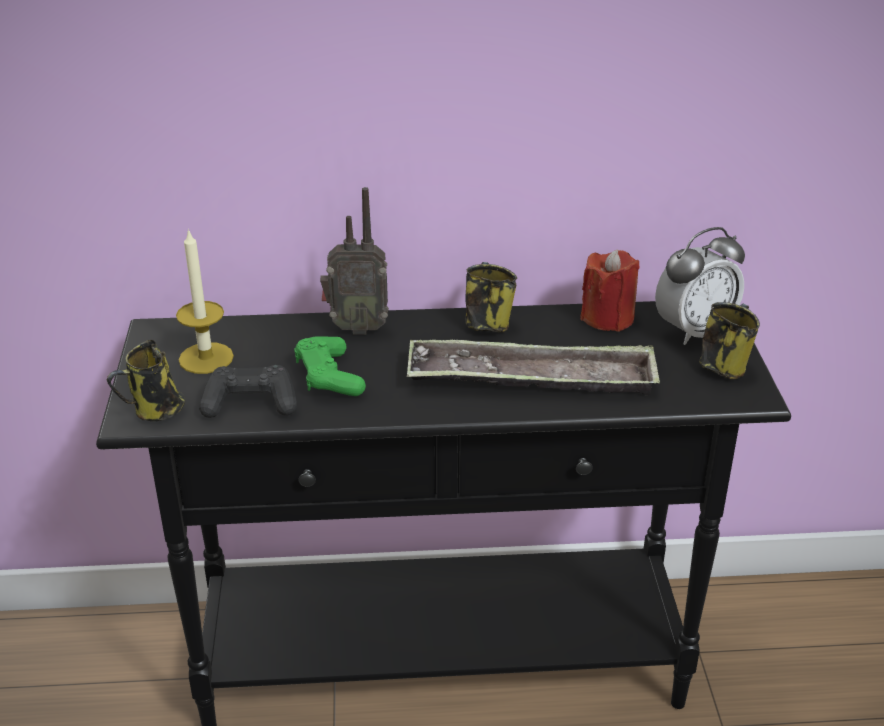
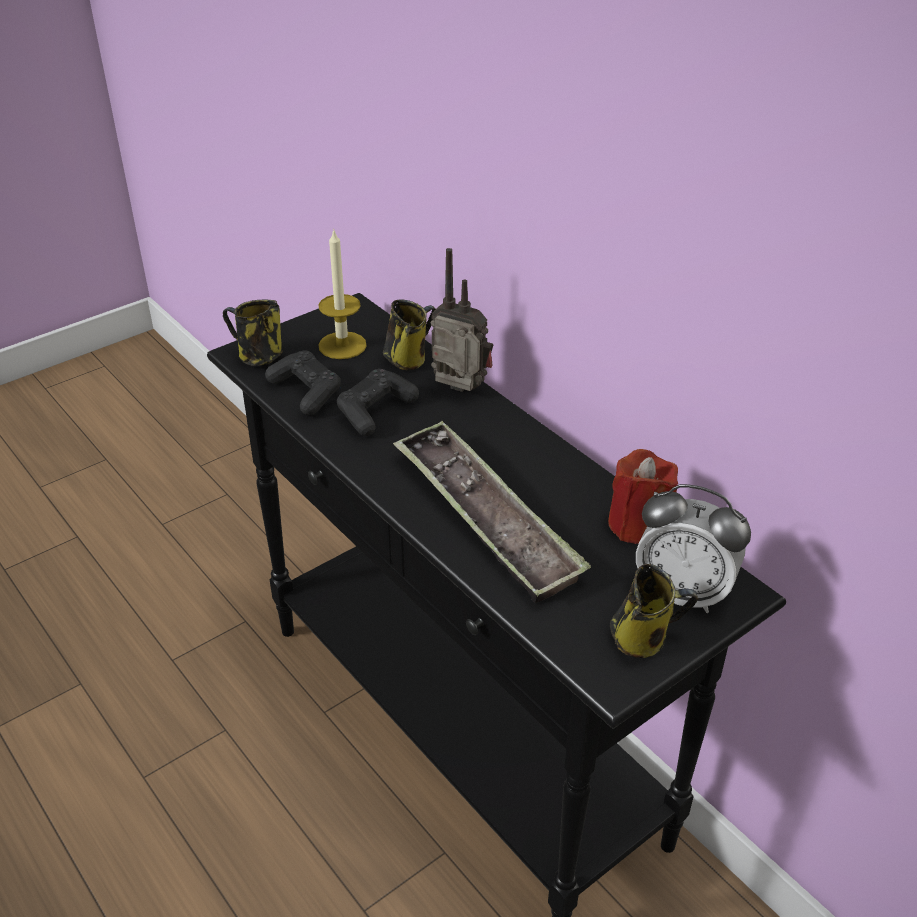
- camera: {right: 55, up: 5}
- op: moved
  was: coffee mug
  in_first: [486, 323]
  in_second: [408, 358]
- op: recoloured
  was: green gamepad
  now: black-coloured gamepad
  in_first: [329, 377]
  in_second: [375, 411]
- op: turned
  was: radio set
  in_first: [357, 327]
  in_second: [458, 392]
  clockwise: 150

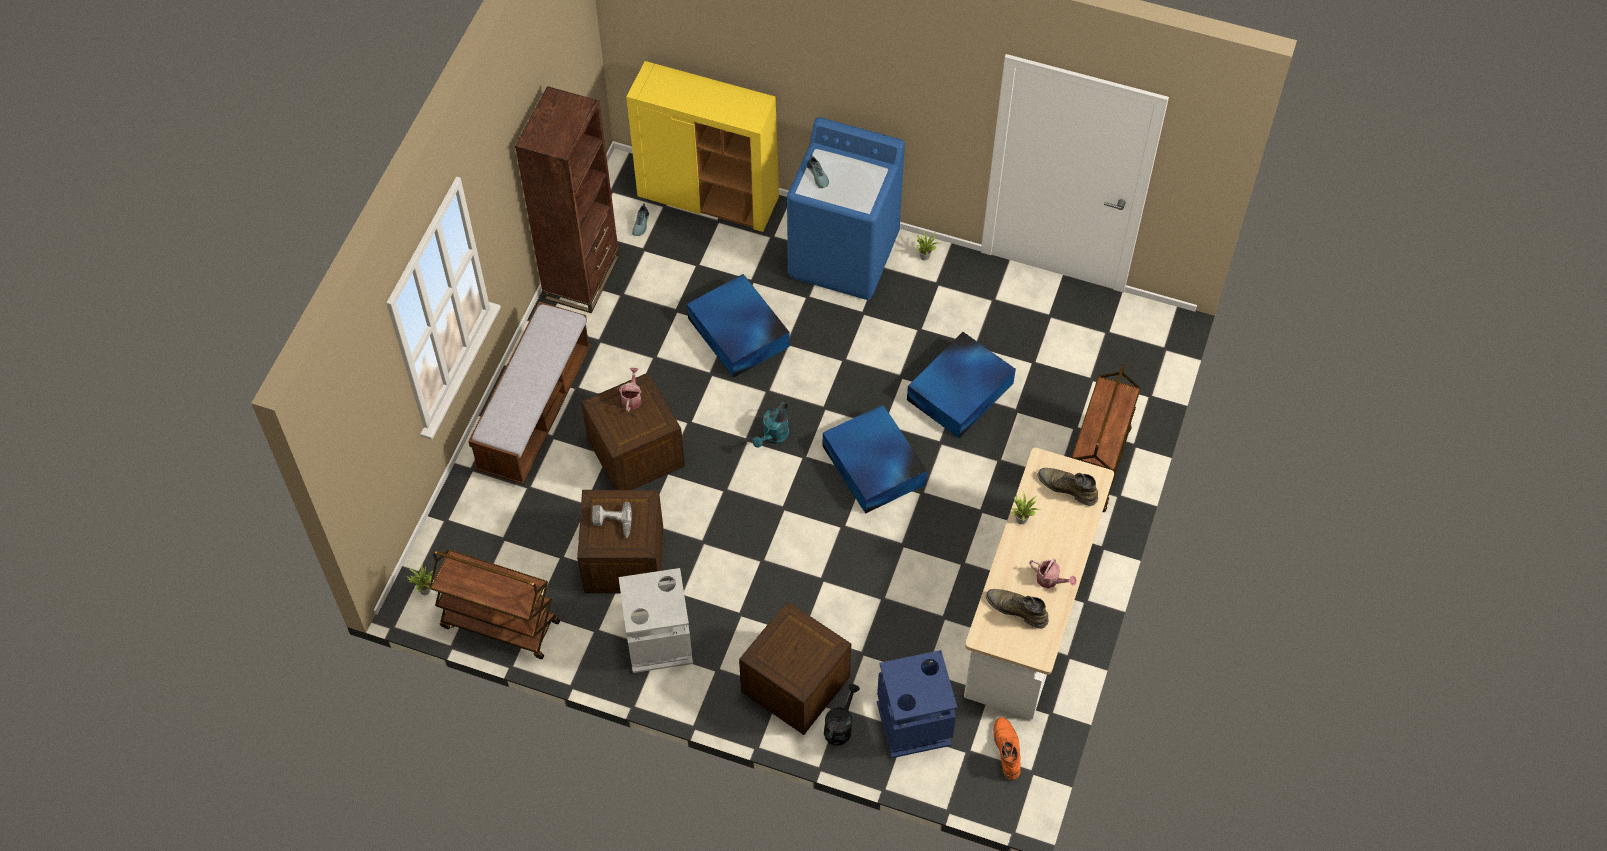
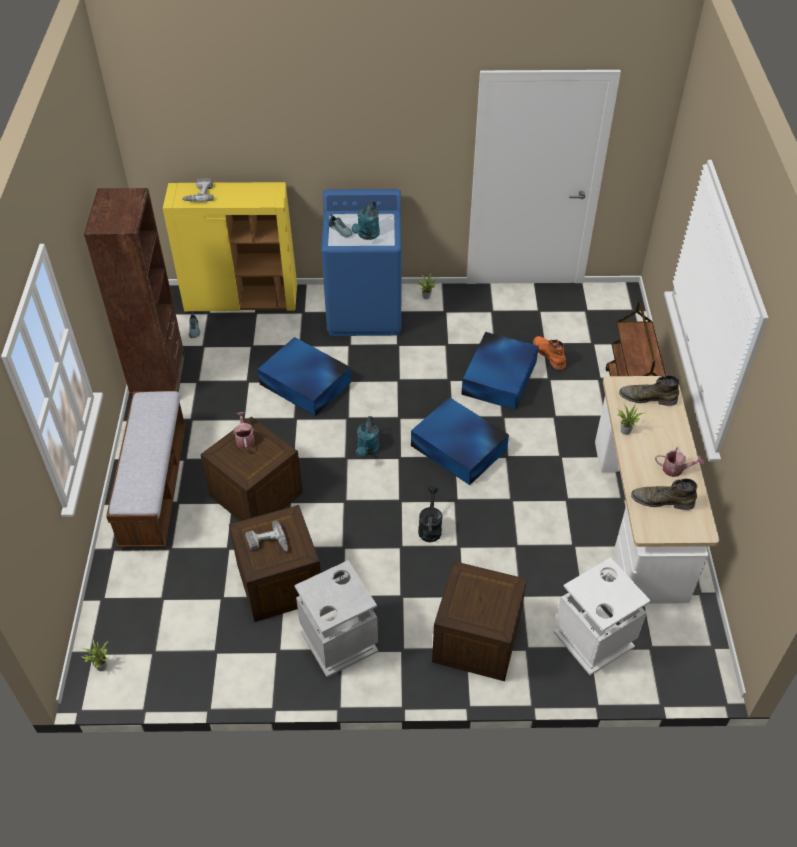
- camera: {right: -20, up: -10}
- op: removed
  was: brown-coloured wheeled cart
  in_first: [499, 624]
- op: added
  now: electric drill
  in_second: [199, 194]
- op: added
  now: blue-green watering pot
  in_second: [367, 235]
- op: moved
  was: black-coloured watering pot
  in_first: [840, 726]
  in_second: [430, 527]
- op: moved
  was: orangey boot
  in_first: [1007, 749]
  in_second: [549, 355]
- op: recoloured
  was: bluish rubbish bin
  now: whitish rubbish bin
  in_first: [913, 724]
  in_second: [593, 640]

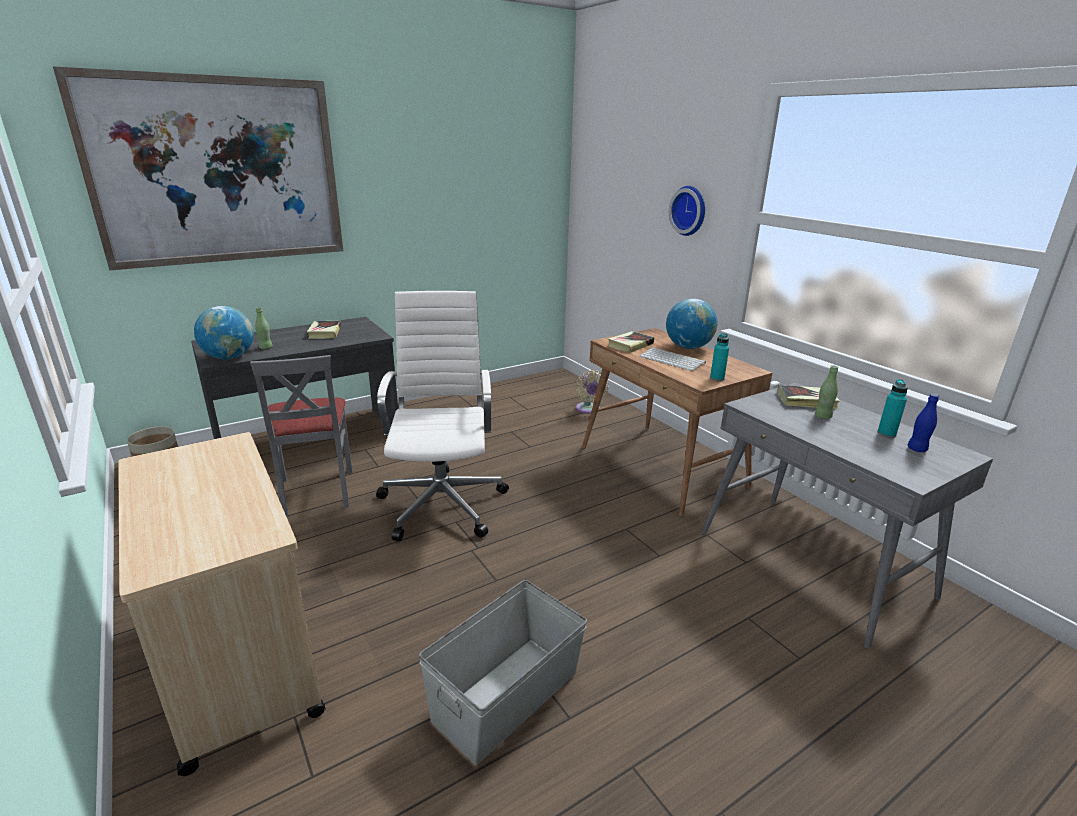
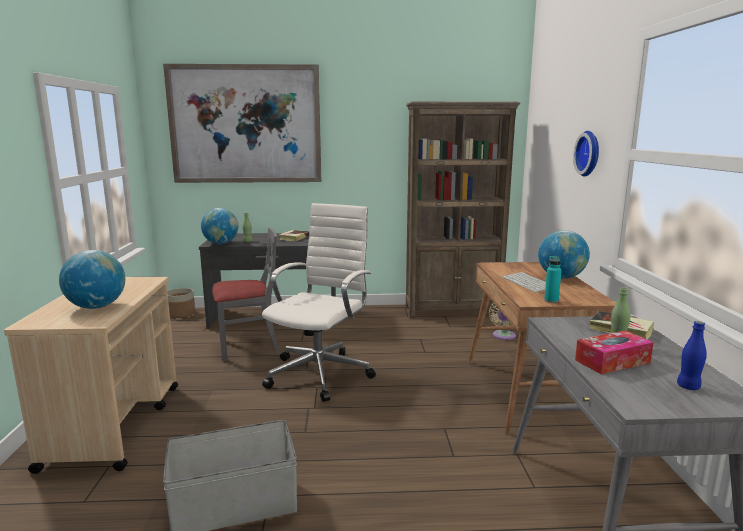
- camera: {right: 30, up: -10}
- op: removed
  was: bound book
  in_first: [630, 345]
- op: removed
  was: blue-green beverage bottle
  in_first: [886, 434]
- op: added
  now: desk globe
  in_second: [96, 307]
- op: added
  now: brown-coloured bookcase
  in_second: [453, 311]
- op: added
  now: box of tissues
  in_second: [612, 361]
- op: turned
  was: grey upright chair
  in_first: [316, 492]
  in_second: [248, 347]
  clockwise: -120

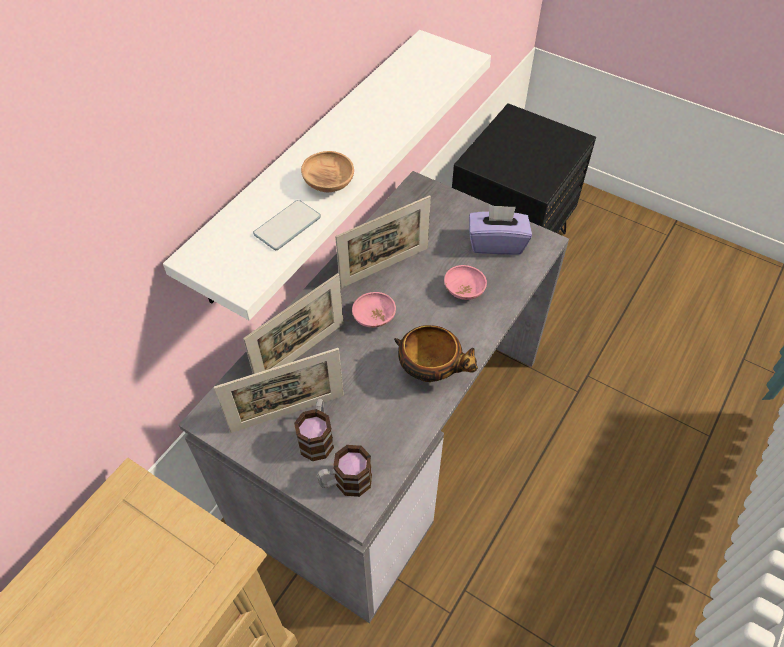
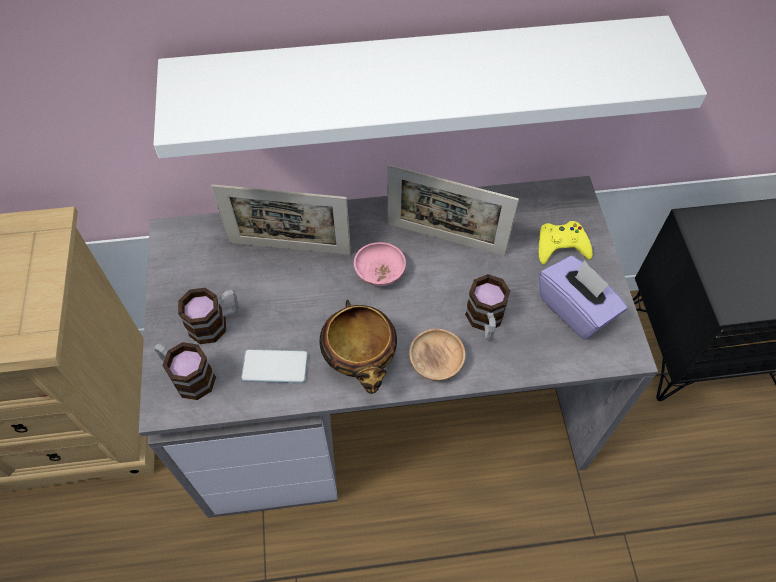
- camera: {right: 50, up: 5}
- op: removed
  was: standing frame
  in_first: [287, 413]
- op: added
  now: yellow-coloured gamepad
  in_second: [561, 246]
- op: moved
  was: phone
  in_first: [287, 226]
  in_second: [275, 367]
- op: moved
  was: brown-coloured bowl
  in_first: [329, 183]
  in_second: [436, 362]
- op: replaced
  was: pink bowl
  now: coffee mug
  in_first: [464, 290]
  in_second: [485, 322]

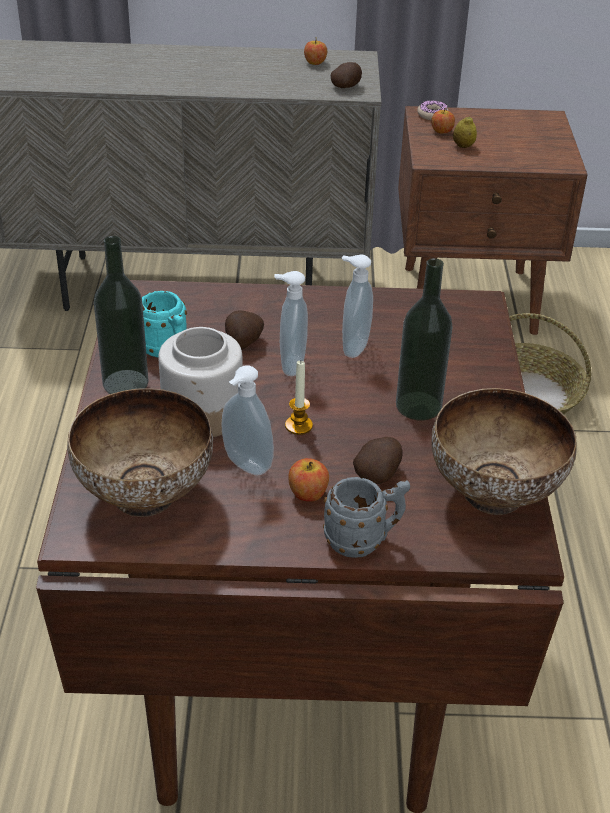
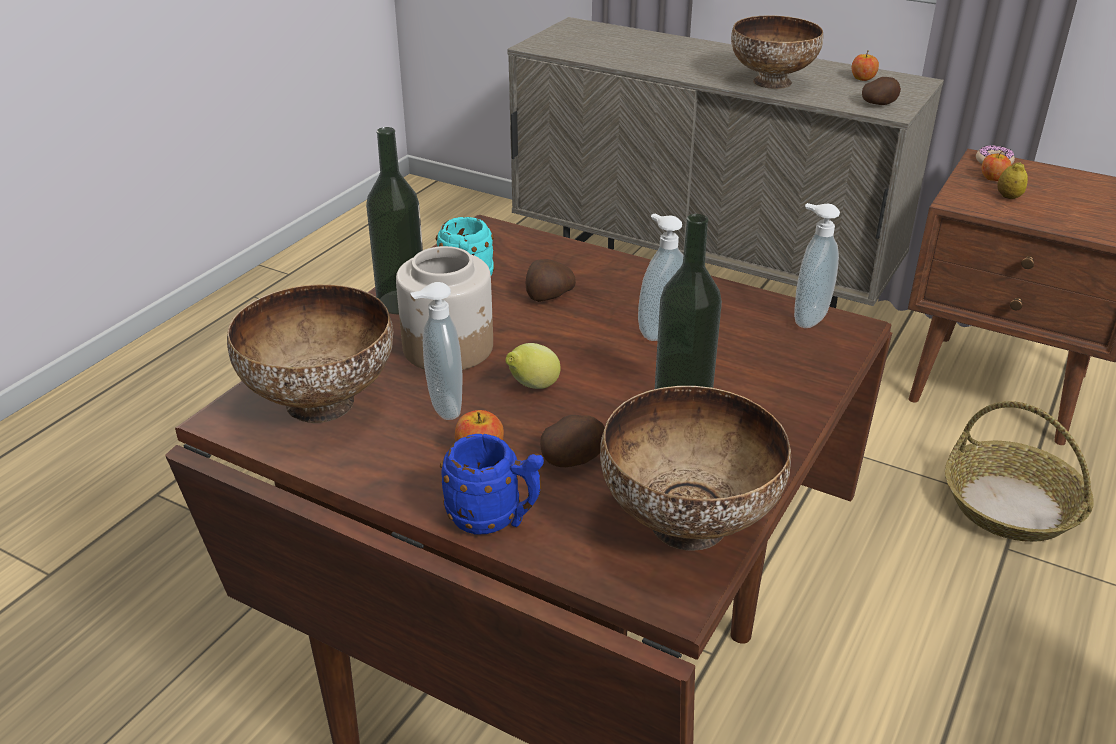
- camera: {right: 30, up: -5}
- op: added
  now: bowl
  in_second: [770, 82]
- op: moved
  was: liquid soap bottle
  in_first: [289, 365]
  in_second: [807, 318]
- op: replaced
  was: wax light
  now: whole lemon
  in_first: [298, 426]
  in_second: [532, 387]
- op: recoloured
  was: grey coffee mug
  now: bluish coffee mug
  in_first: [364, 540]
  in_second: [495, 519]

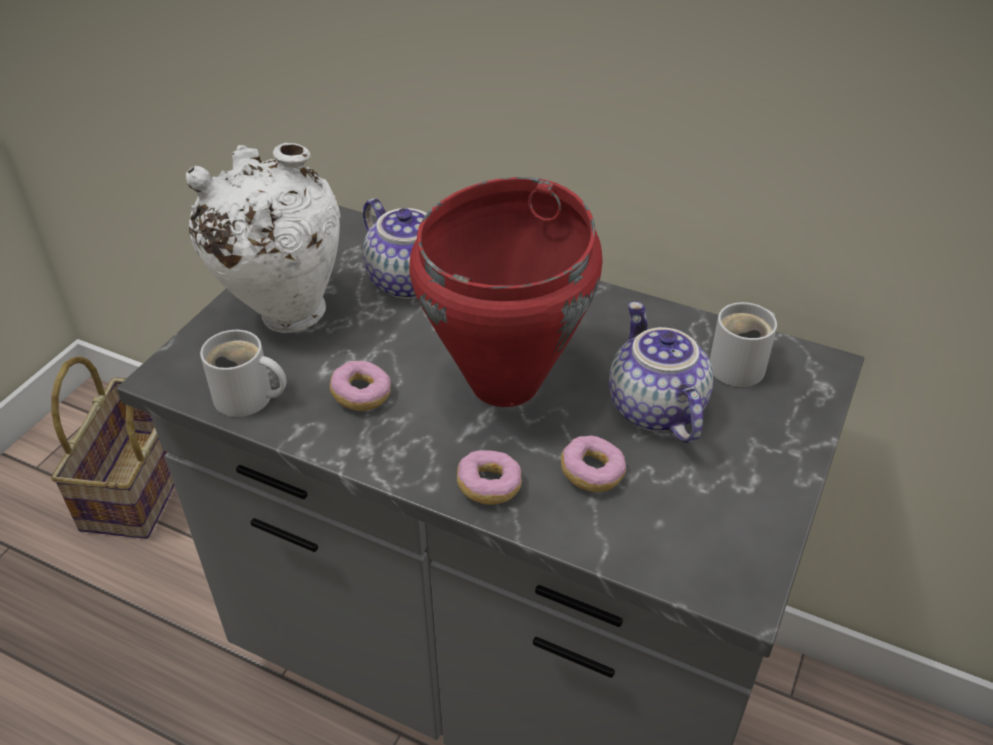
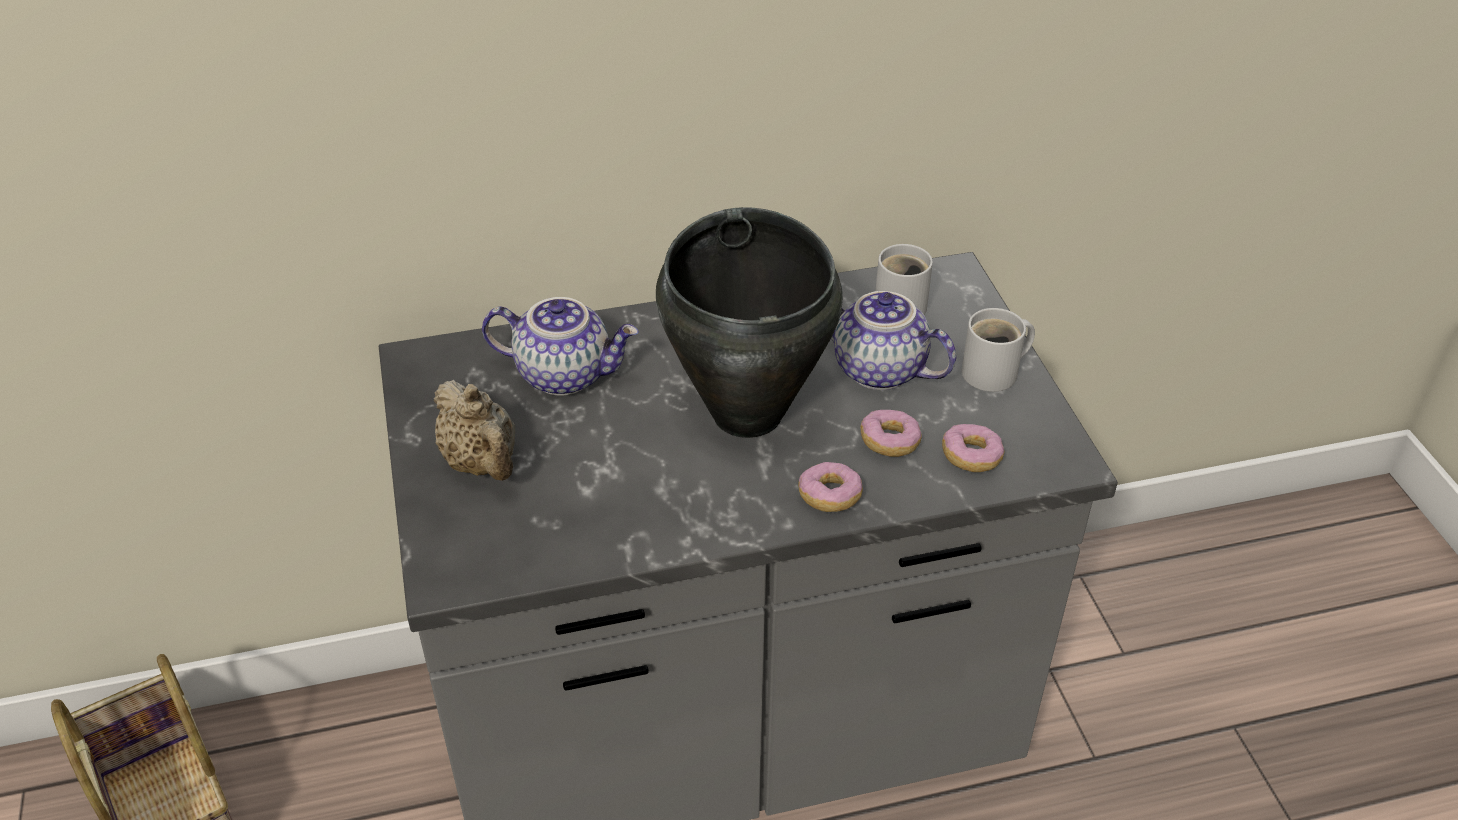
- camera: {right: -40, up: 0}
- op: moved
  was: whitish coffee mug
  in_first: [247, 399]
  in_second: [995, 373]
- op: moved
  was: ring doughnut
  in_first: [362, 395]
  in_second: [971, 458]
- op: replaced
  was: whitish vase
  now: sand-coloured pot for tea
  in_first: [283, 313]
  in_second: [482, 463]
- op: recoloured
  was: red-coloured stockpot
  now: black-coloured stockpot
  in_first: [507, 382]
  in_second: [748, 412]

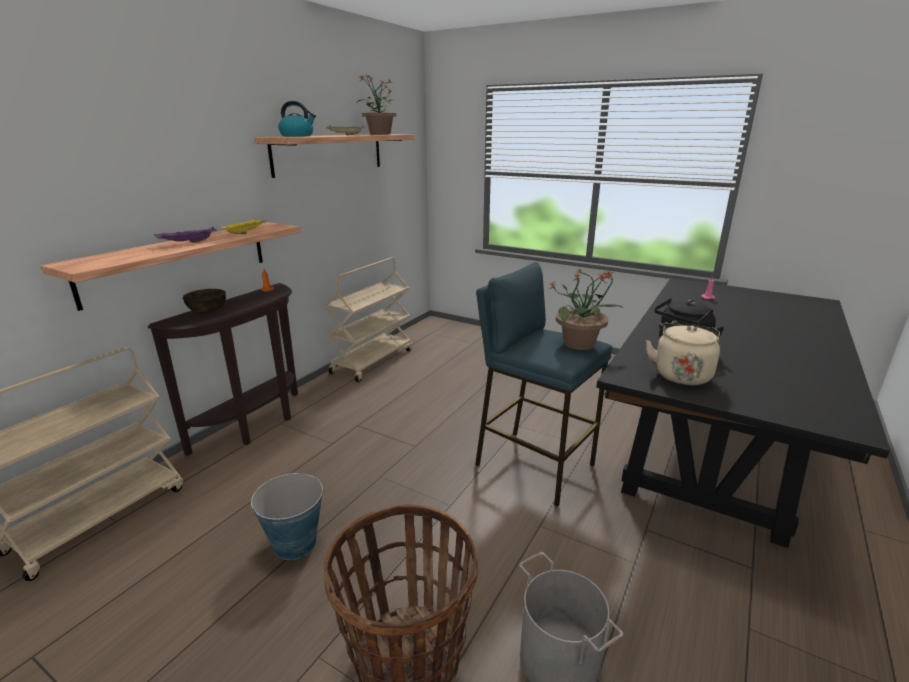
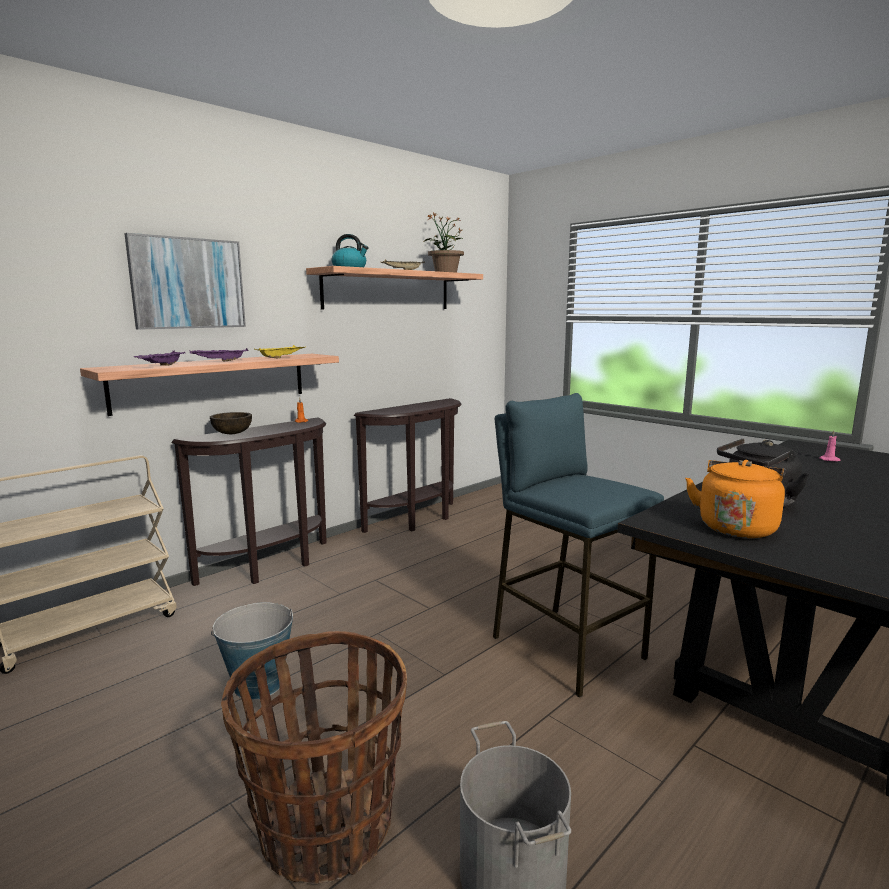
- camera: {right: 15, up: -10}
- op: removed
  was: plant in a pot
  in_first: [580, 344]
- op: added
  now: picture
  in_second: [188, 283]
- op: added
  now: purple-coloured tray
  in_second: [162, 366]
- op: replaced
  was: sand-coloured wheeled cart
  now: brown-coloured console table
  in_first: [372, 361]
  in_second: [419, 520]
- op: recoloured
  was: sand-coloured water kettle
  now: orangey water kettle
  in_first: [680, 374]
  in_second: [736, 527]

